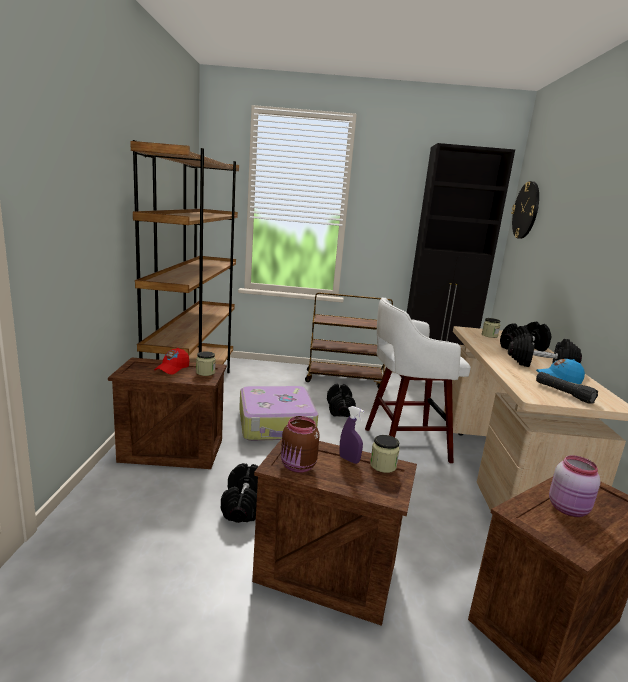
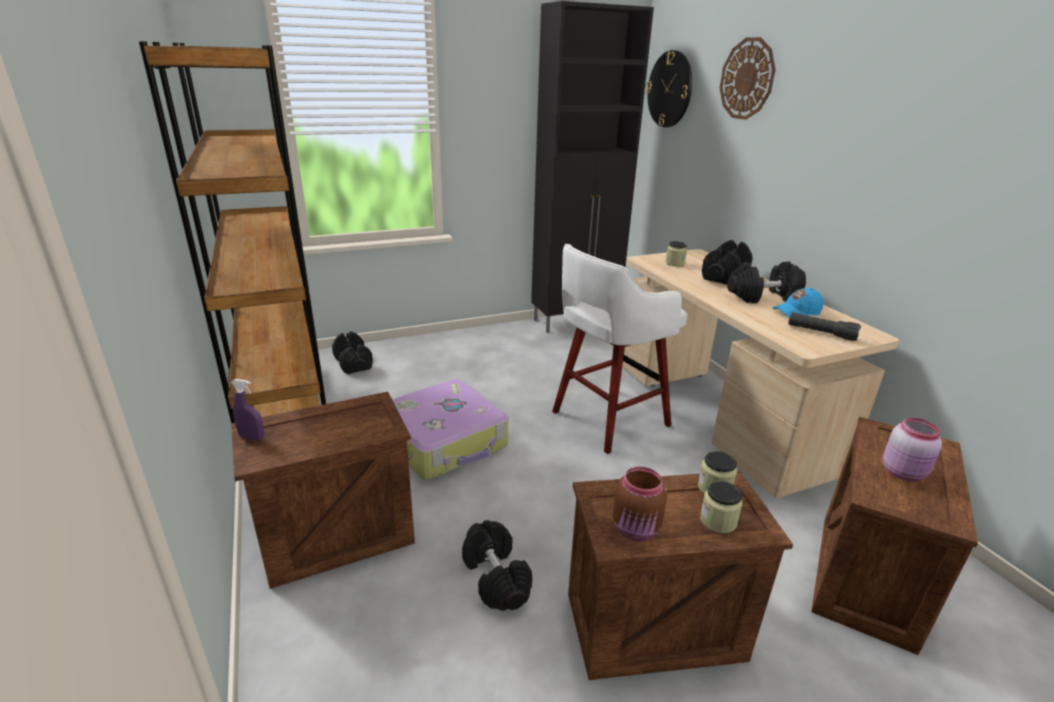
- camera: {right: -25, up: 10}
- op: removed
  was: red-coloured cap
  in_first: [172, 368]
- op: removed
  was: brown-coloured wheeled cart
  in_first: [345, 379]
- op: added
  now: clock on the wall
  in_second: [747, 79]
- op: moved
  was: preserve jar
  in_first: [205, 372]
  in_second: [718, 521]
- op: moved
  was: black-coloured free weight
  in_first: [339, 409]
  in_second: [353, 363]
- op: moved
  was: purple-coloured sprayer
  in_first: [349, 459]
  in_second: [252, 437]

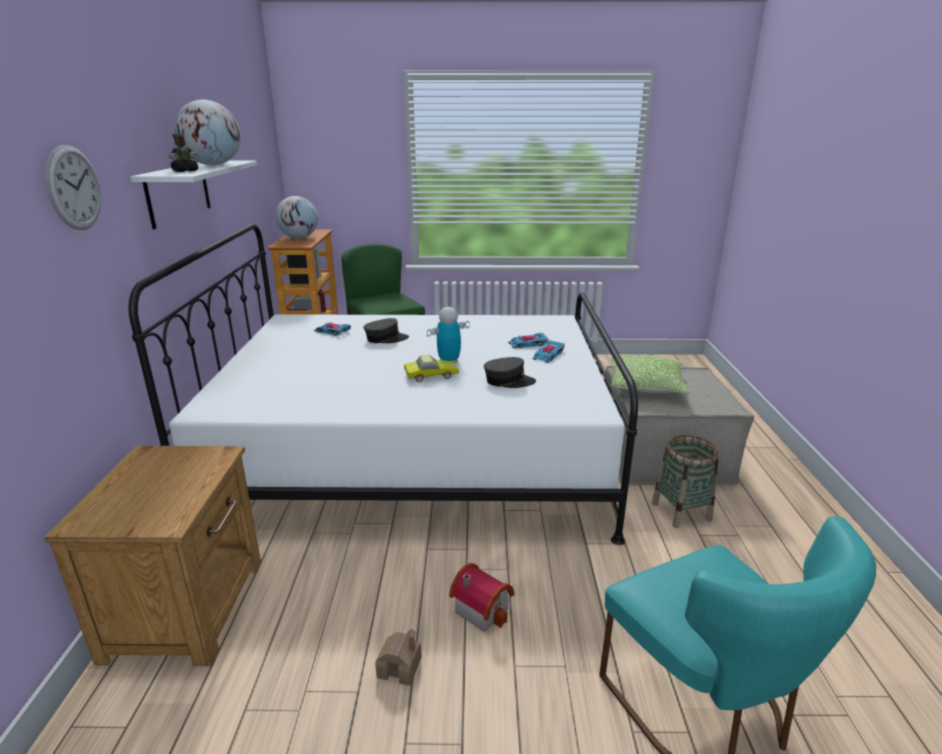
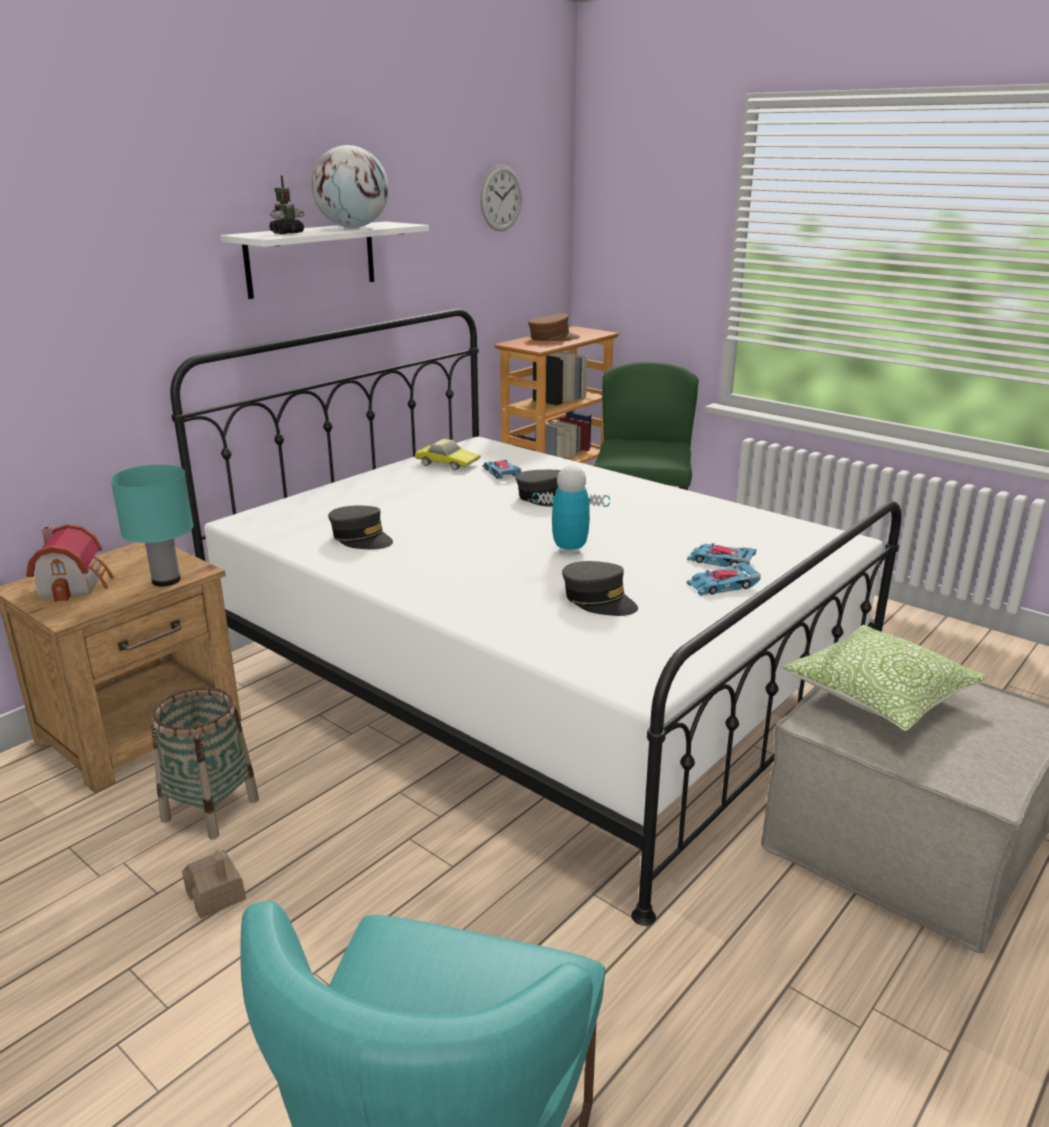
- camera: {right: 40, up: 0}
- op: added
  now: blue-green lamp for a table
  in_second: [165, 581]
- op: added
  now: grey cap
  in_second: [361, 538]
- op: moved
  was: clock on the wall
  in_first: [74, 188]
  in_second: [501, 198]
- op: moved
  was: miniature car
  in_first: [430, 375]
  in_second: [447, 463]
- op: moved
  was: toy house
  in_first: [482, 608]
  in_second: [76, 584]
- op: moved
  was: storage basket
  in_first: [681, 511]
  in_second: [210, 810]
- op: replaced
  was: desk globe
  now: brown-coloured cap
  in_first: [299, 238]
  in_second: [553, 338]
- op: turned
  was: toy robot
  in_first: [185, 171]
  in_second: [287, 233]
  clockwise: -45

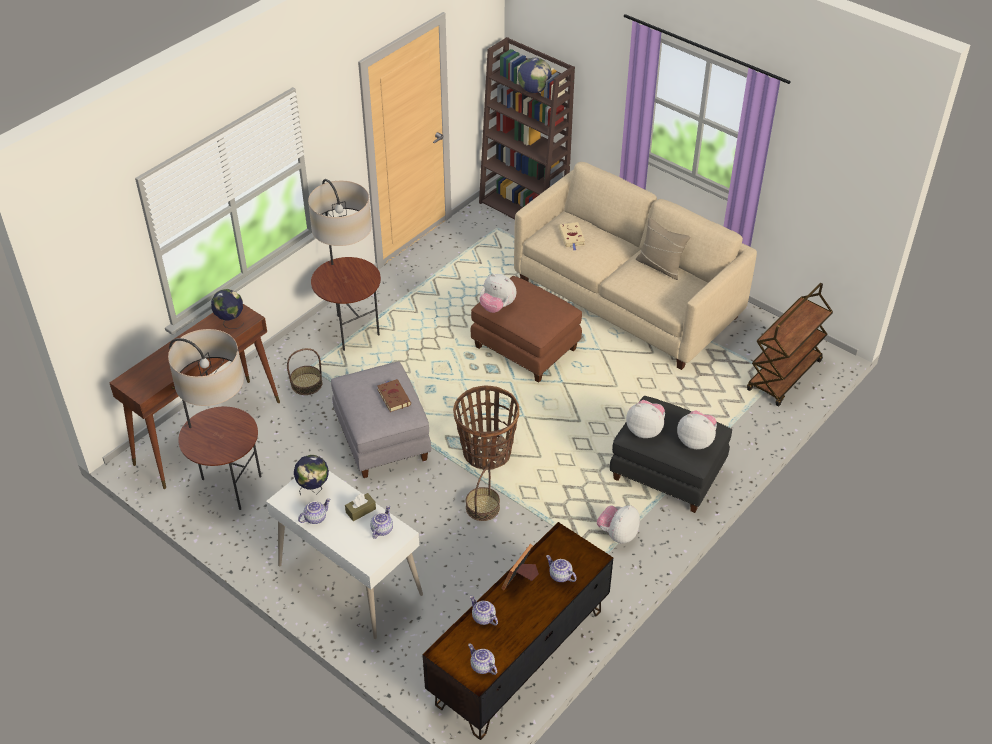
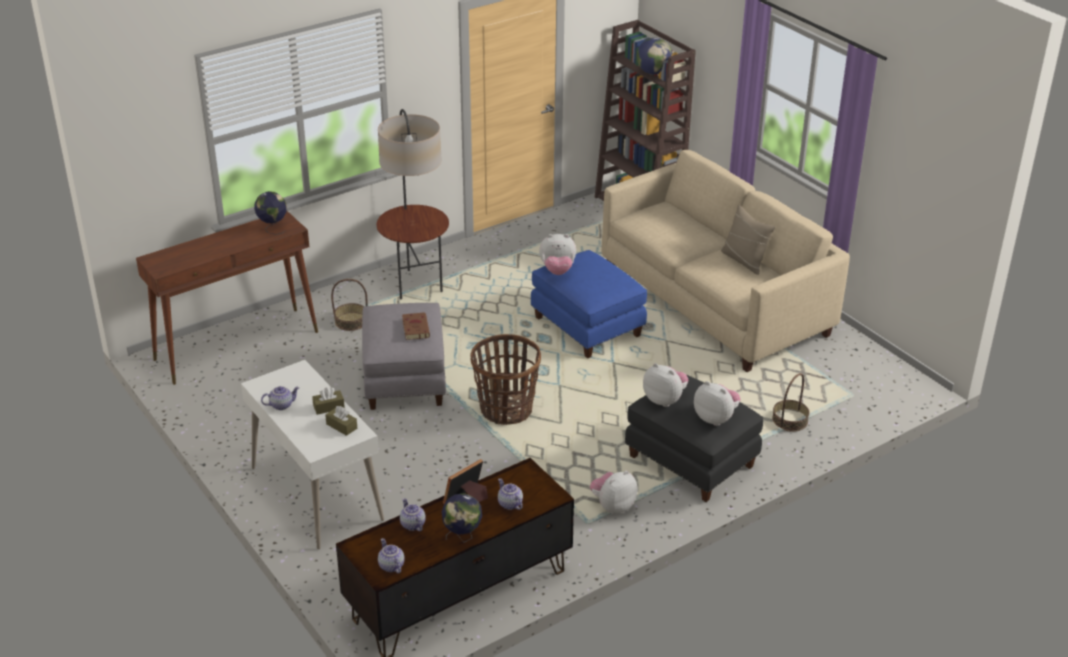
- camera: {right: 15, up: -10}
- op: removed
  was: standard lamp
  in_first: [229, 486]
- op: removed
  was: sand-coloured bound book
  in_first: [572, 237]
- op: removed
  was: brown-coloured wheeled cart
  in_first: [784, 376]
- op: moved
  was: desk globe
  in_first: [314, 489]
  in_second: [462, 537]
- op: moved
  was: storage basket
  in_first: [482, 507]
  in_second: [790, 420]
- op: replaced
  was: pot for tea
  now: brown-coloured box of tissues
  in_first: [381, 529]
  in_second: [341, 426]
- op: recoloured
  was: brown-coloured ottoman
  now: bluish ottoman
  in_first: [526, 348]
  in_second: [588, 327]
- op: turned
  was: cuddly toy
  in_first: [497, 307]
  in_second: [557, 270]
  clockwise: -45

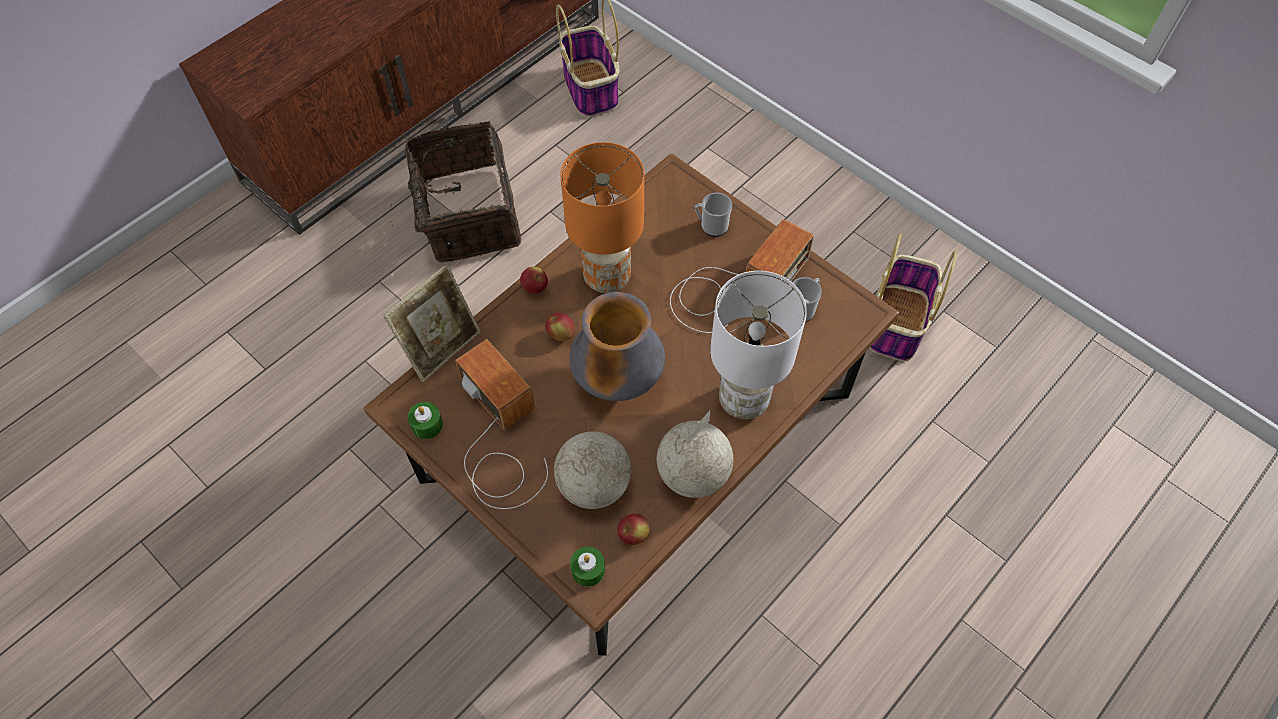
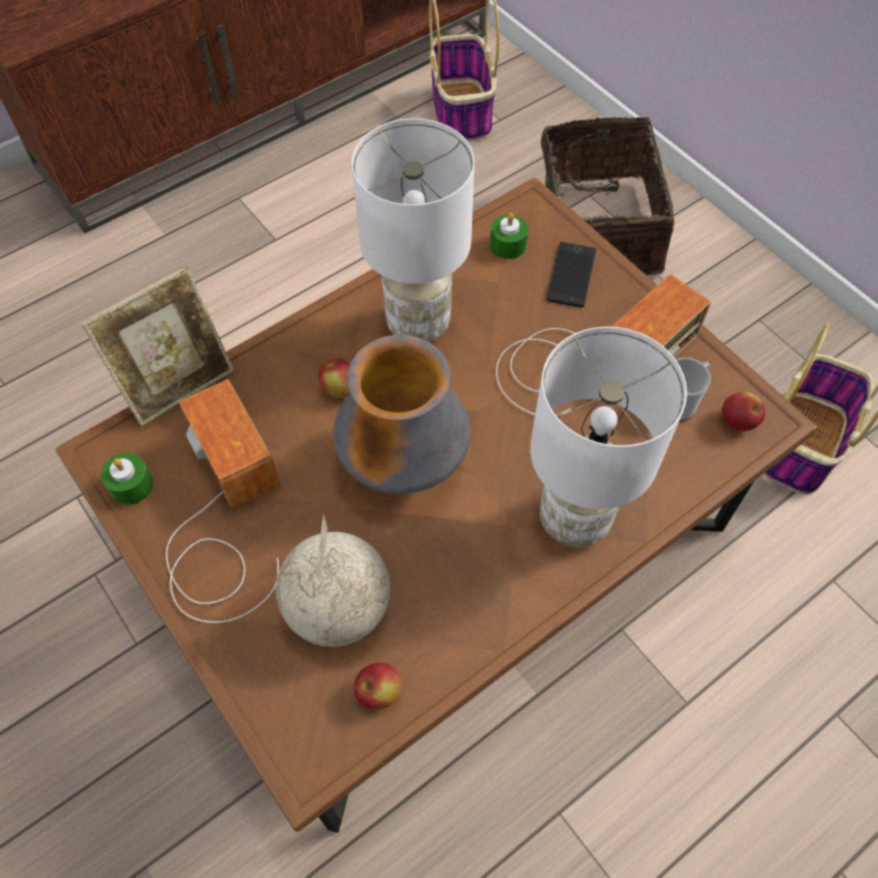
- camera: {right: 10, up: 0}
- op: removed
  was: desk globe
  in_first: [694, 474]
- op: moved
  was: storage basket
  in_first: [466, 215]
  in_second: [595, 231]
- op: moved
  was: whole apple
  in_first: [535, 288]
  in_second: [737, 421]
- op: moved
  was: green wax light
  in_first: [588, 570]
  in_second: [508, 245]
- op: replaced
  was: coffee mug
  now: phone
  in_first: [711, 226]
  in_second: [571, 275]
- op: recoloured
  was: orangey lamp for a table
  now: whitish lamp for a table
  in_first: [606, 278]
  in_second: [417, 324]

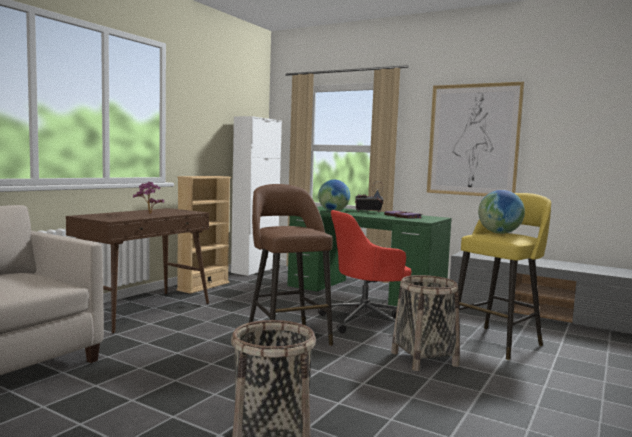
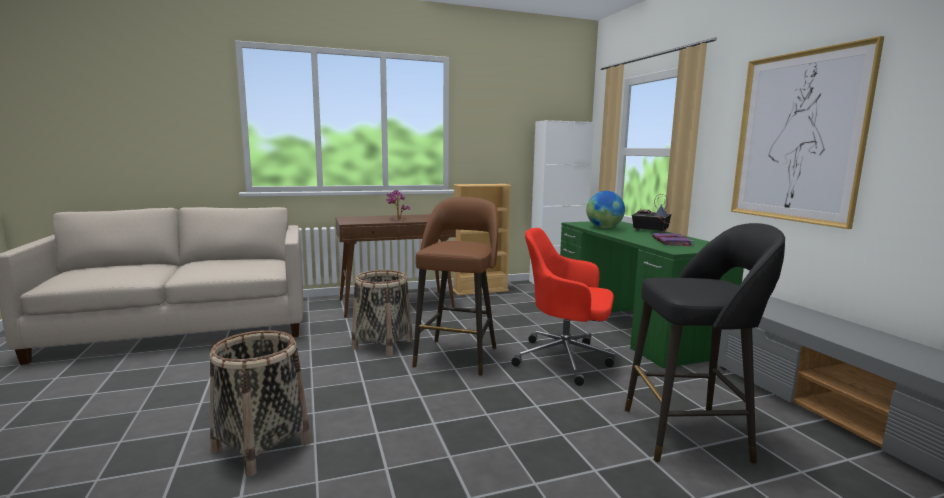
- camera: {right: 40, up: 5}
- op: removed
  was: desk globe
  in_first: [499, 233]
- op: moved
  was: storage basket
  in_first: [424, 359]
  in_second: [383, 344]
- op: recoloured
  was: yellow-coloured stool
  now: black-coloured stool
  in_first: [497, 342]
  in_second: [689, 434]

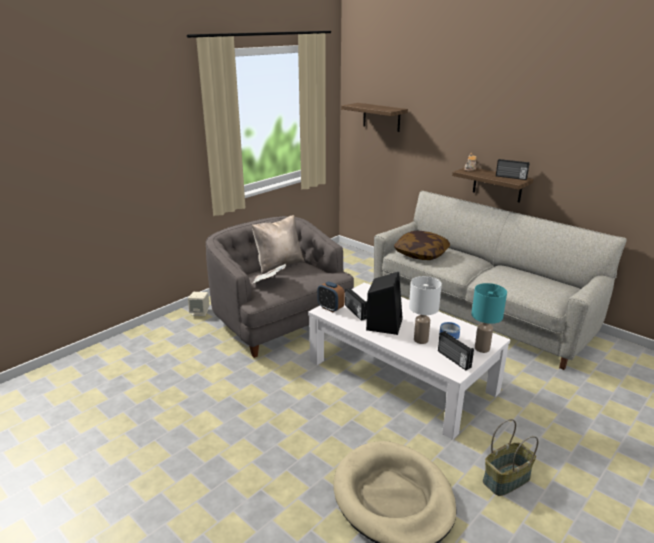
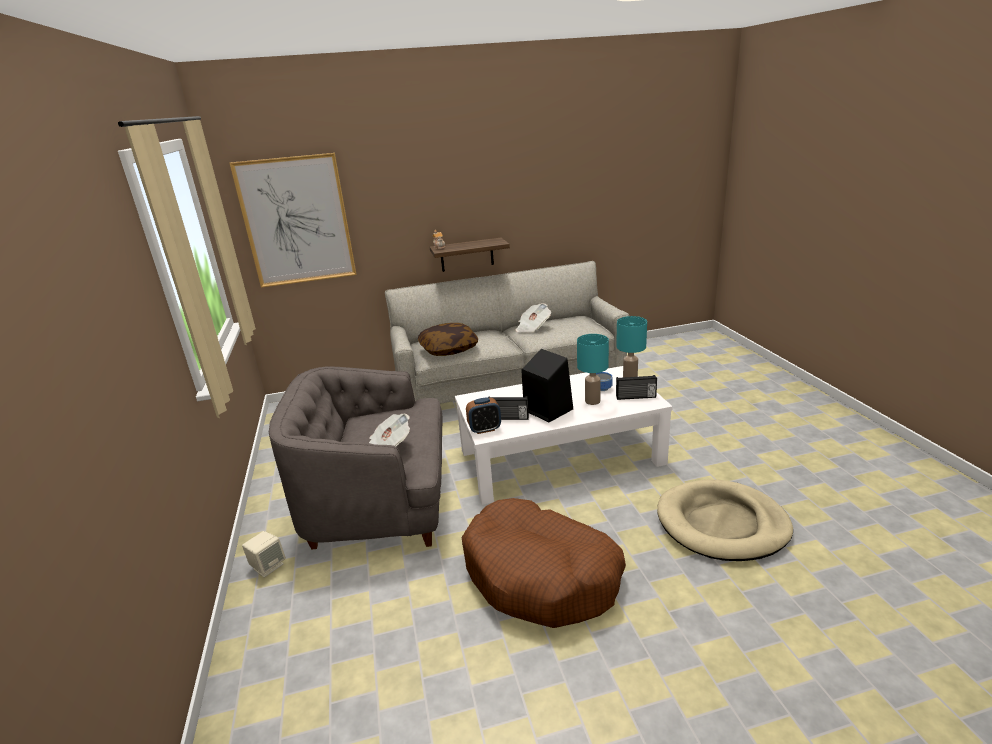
- camera: {right: -55, up: 0}
- op: removed
  was: sand-coloured throw pillow
  in_first: [278, 265]
- op: removed
  was: storage basket
  in_first: [506, 480]
- op: removed
  was: radio set
  in_first: [511, 177]
- op: added
  now: brown-coloured dog cushion
  in_second: [541, 575]
- op: added
  now: printed paper
  in_second: [532, 327]
- op: replaced
  was: shelf
  now: picture
  in_first: [381, 117]
  in_second: [297, 221]
- op: recoloured
  was: whitish lamp for a table
  now: blue-green lamp for a table
  in_first: [421, 340]
  in_second: [593, 401]

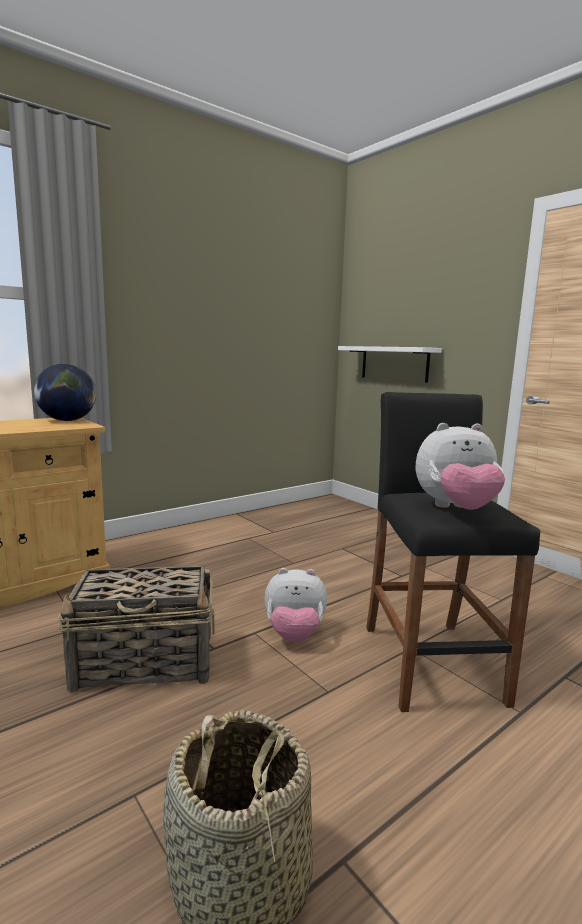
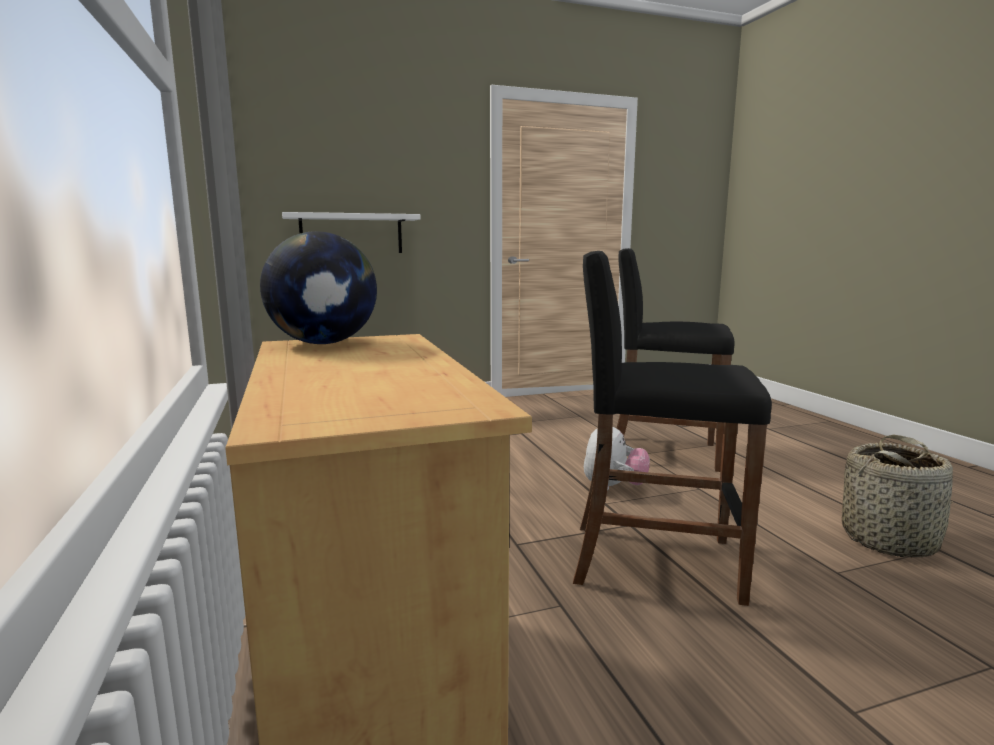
- camera: {right: -70, up: 0}
- op: removed
  was: cuddly toy
  in_first: [456, 509]
- op: replaced
  was: storage basket
  now: black-coloured stool
  in_first: [146, 663]
  in_second: [653, 561]

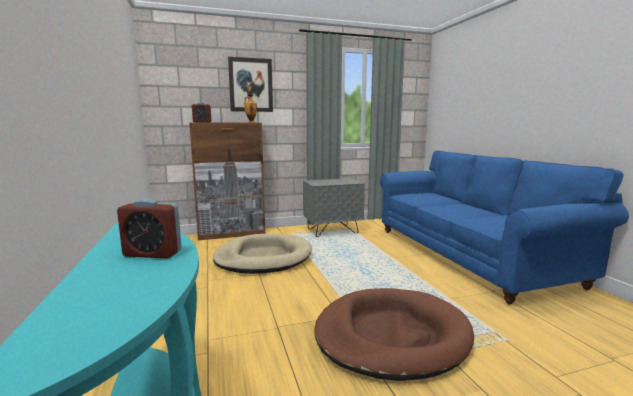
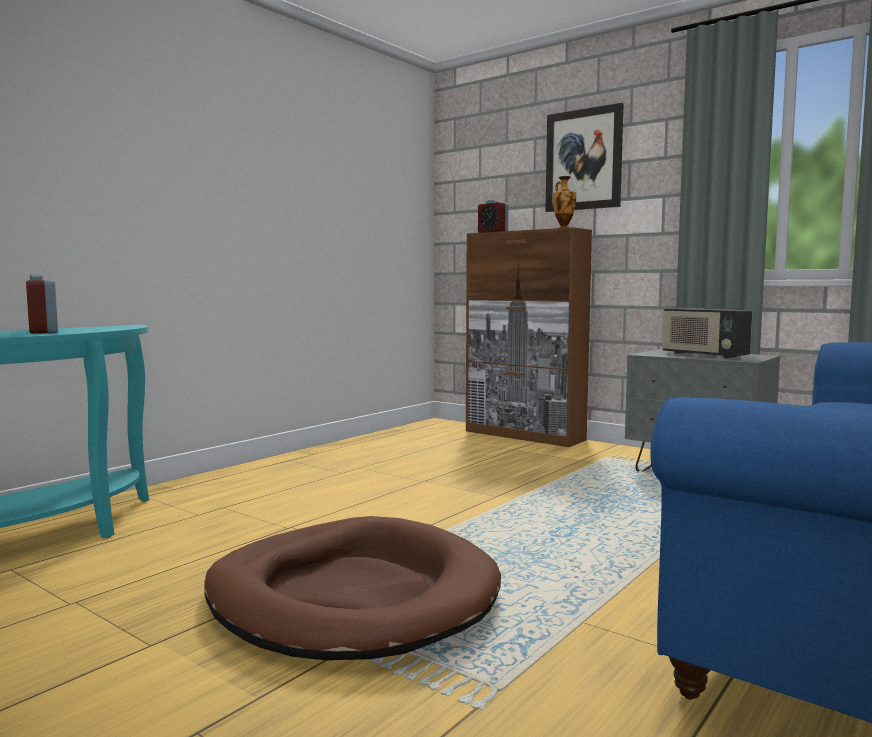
- camera: {right: 55, up: -5}
- op: removed
  was: sand-coloured dog cushion
  in_first: [263, 258]
- op: added
  now: radio set
  in_second: [703, 355]

